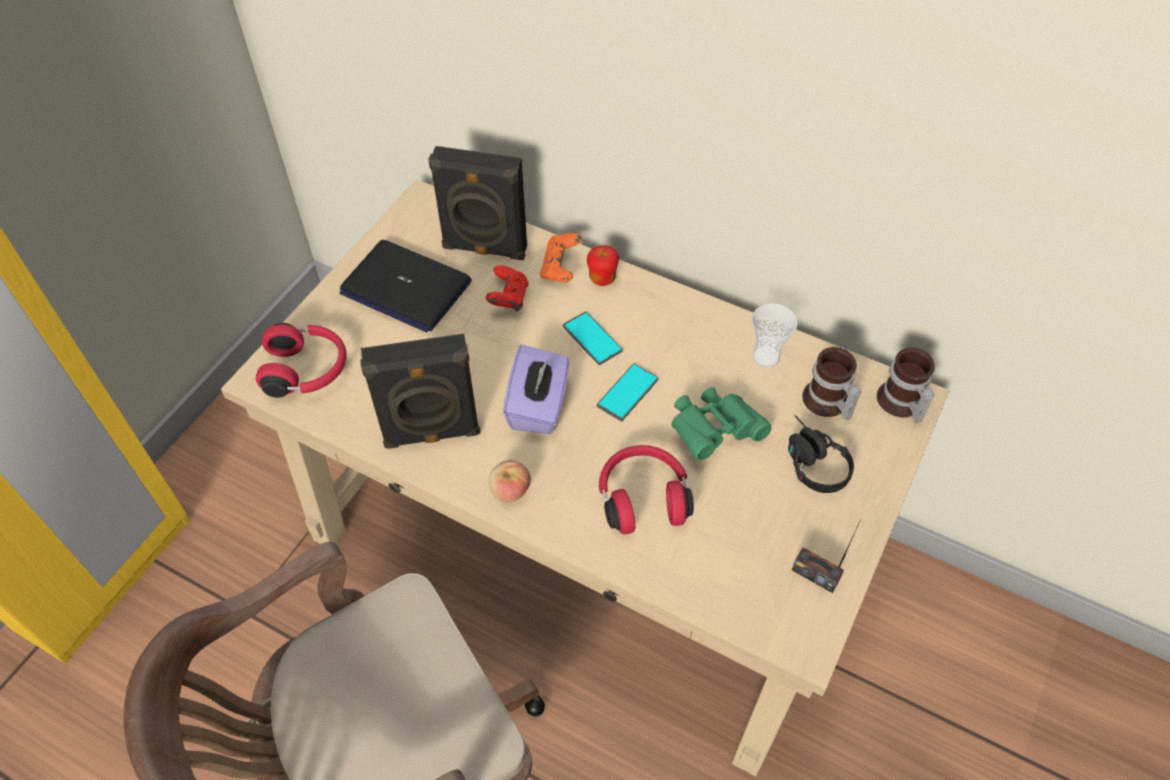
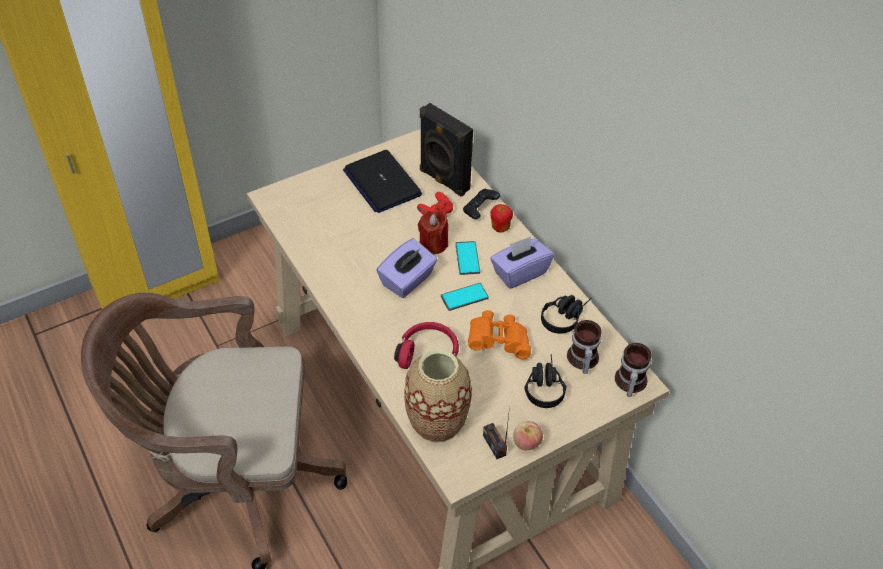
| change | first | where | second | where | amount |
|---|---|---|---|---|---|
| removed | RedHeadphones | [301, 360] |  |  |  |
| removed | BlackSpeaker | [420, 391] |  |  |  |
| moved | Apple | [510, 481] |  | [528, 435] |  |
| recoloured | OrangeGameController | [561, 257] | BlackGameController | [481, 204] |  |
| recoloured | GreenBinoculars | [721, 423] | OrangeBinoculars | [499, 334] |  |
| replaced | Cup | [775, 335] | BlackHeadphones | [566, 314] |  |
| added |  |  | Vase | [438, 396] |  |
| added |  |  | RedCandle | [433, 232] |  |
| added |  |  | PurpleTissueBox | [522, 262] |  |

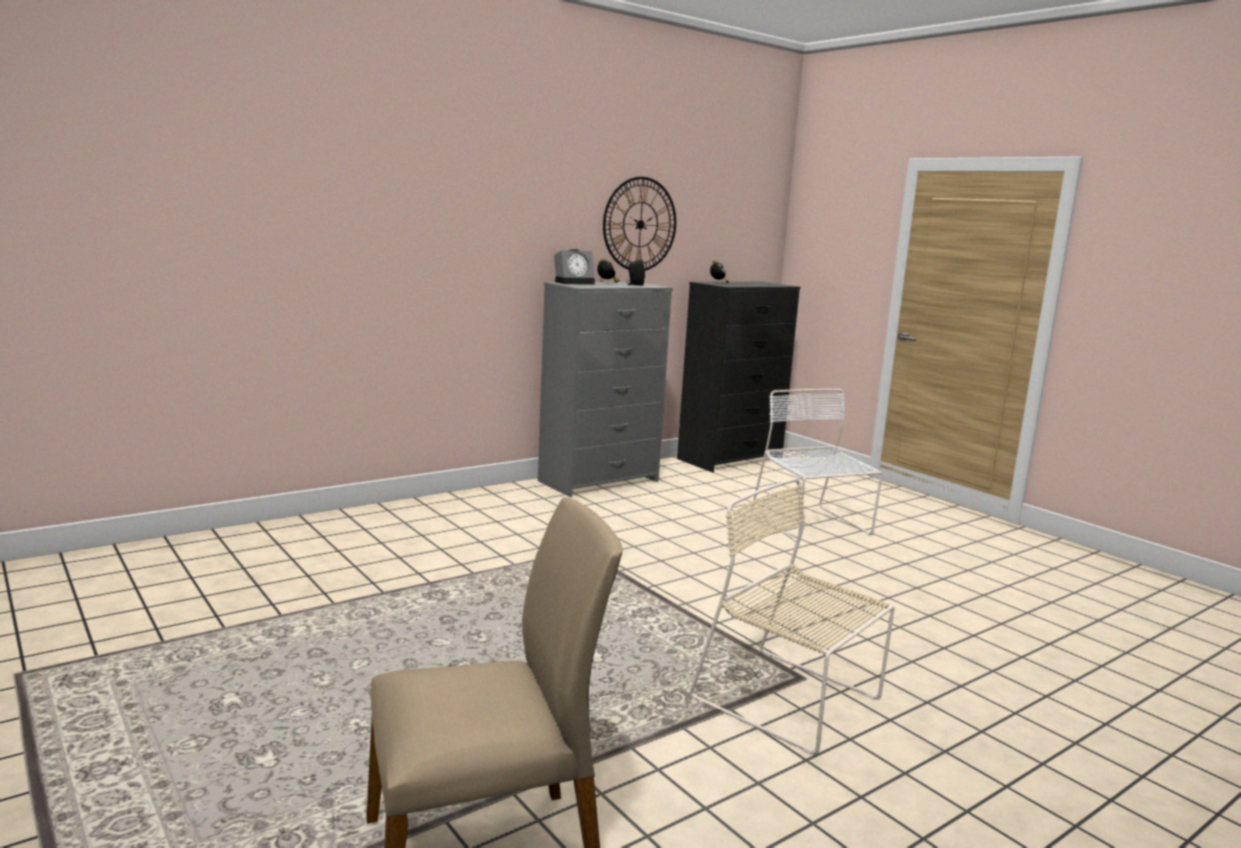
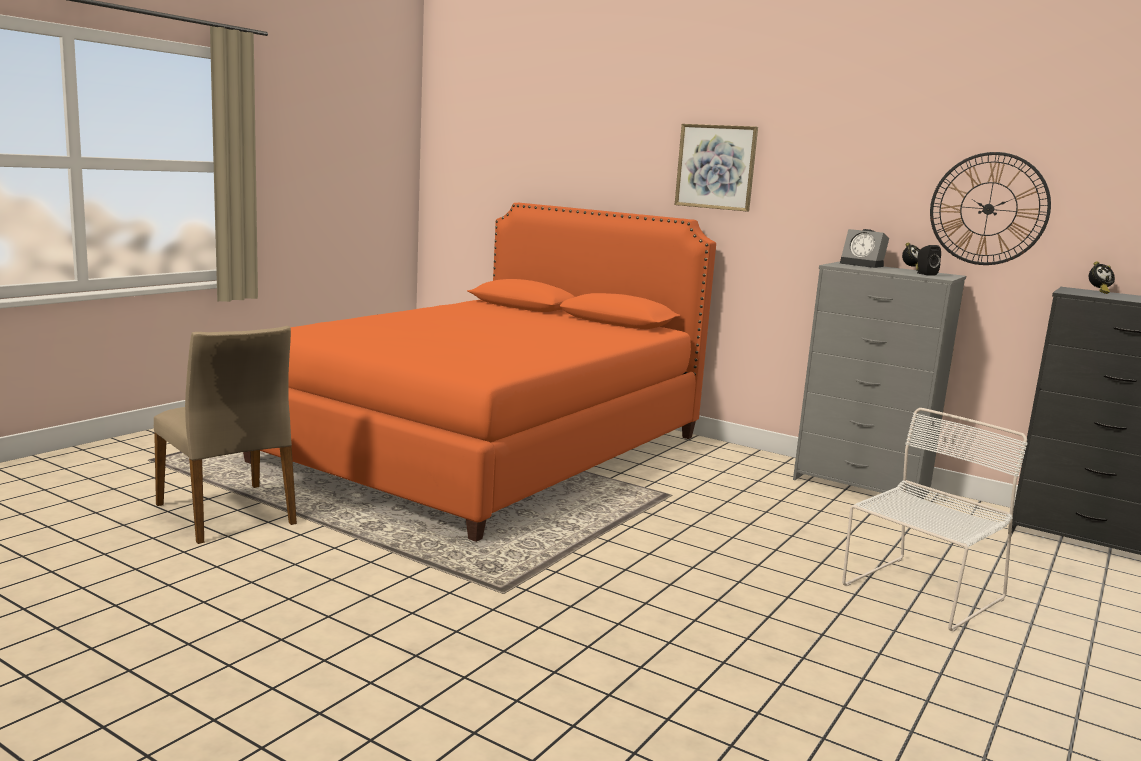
| change | first | where | second | where | amount |
|---|---|---|---|---|---|
| removed | BeigeChair | [792, 616] |  |  |  |
| added |  |  | OrangeBed | [479, 372] |  |
| added |  |  | Picture | [716, 168] |  |

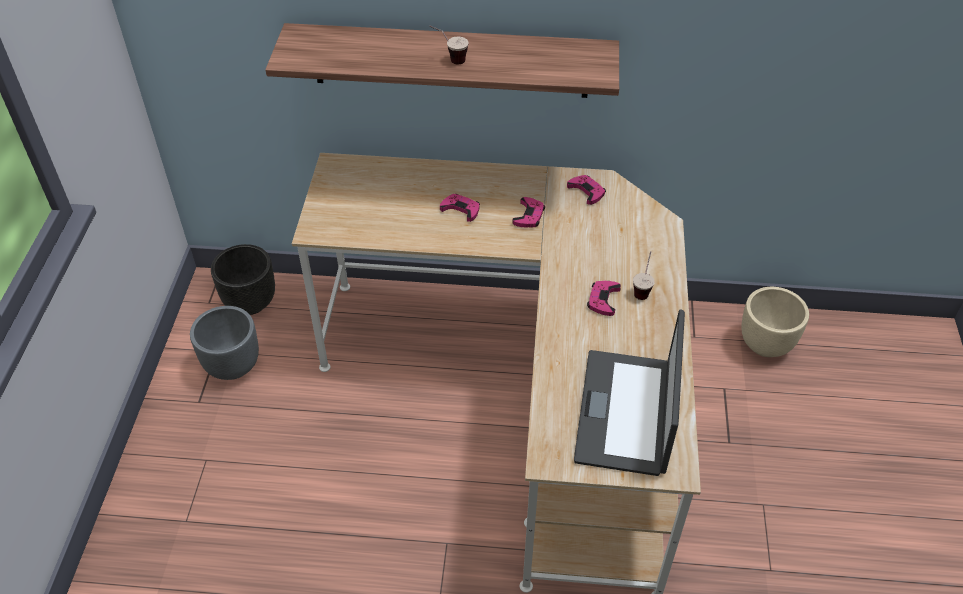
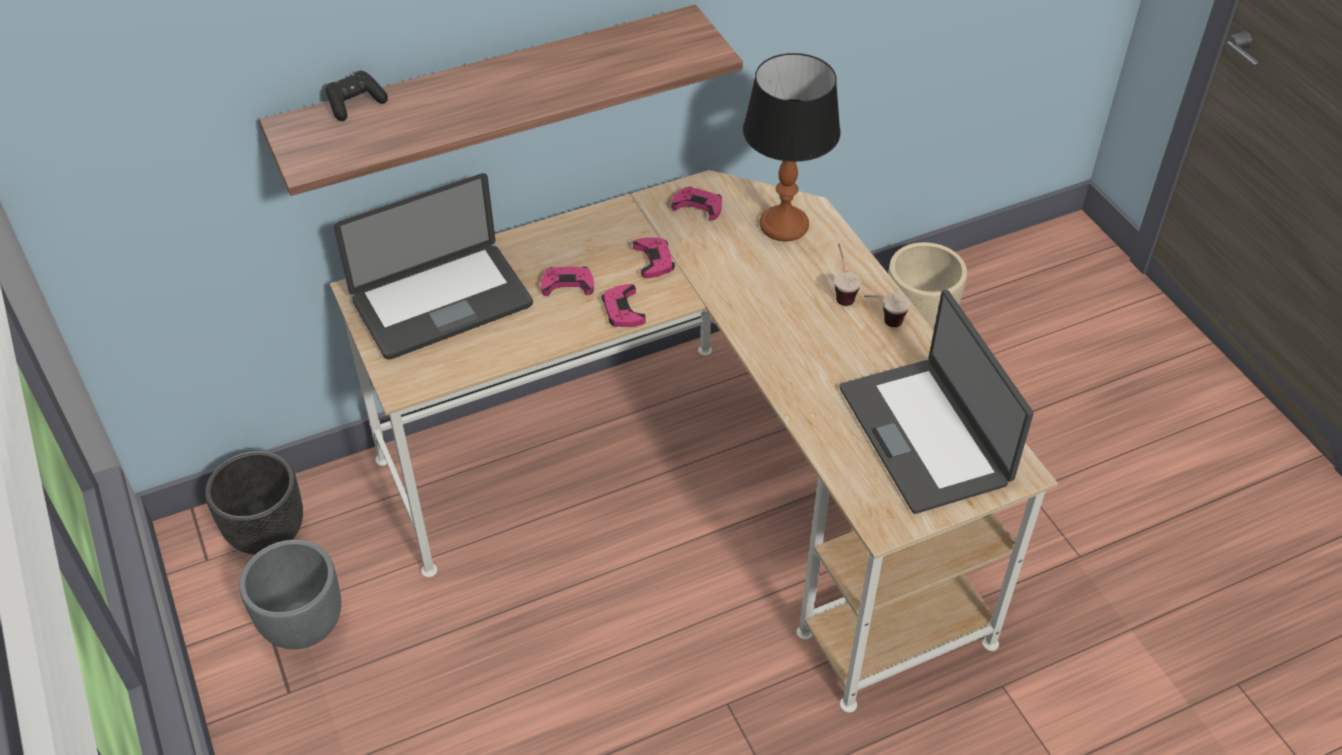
| change | first | where | second | where | amount |
|---|---|---|---|---|---|
| moved | Cup | [449, 45] |  | [887, 310] |  |
| moved | PinkGameController | [604, 298] |  | [623, 305] |  |
| added |  |  | BlackGameController | [357, 96] |  |
| added |  |  | Laptop | [433, 266] |  |
| added |  |  | TableLamp | [792, 147] |  |

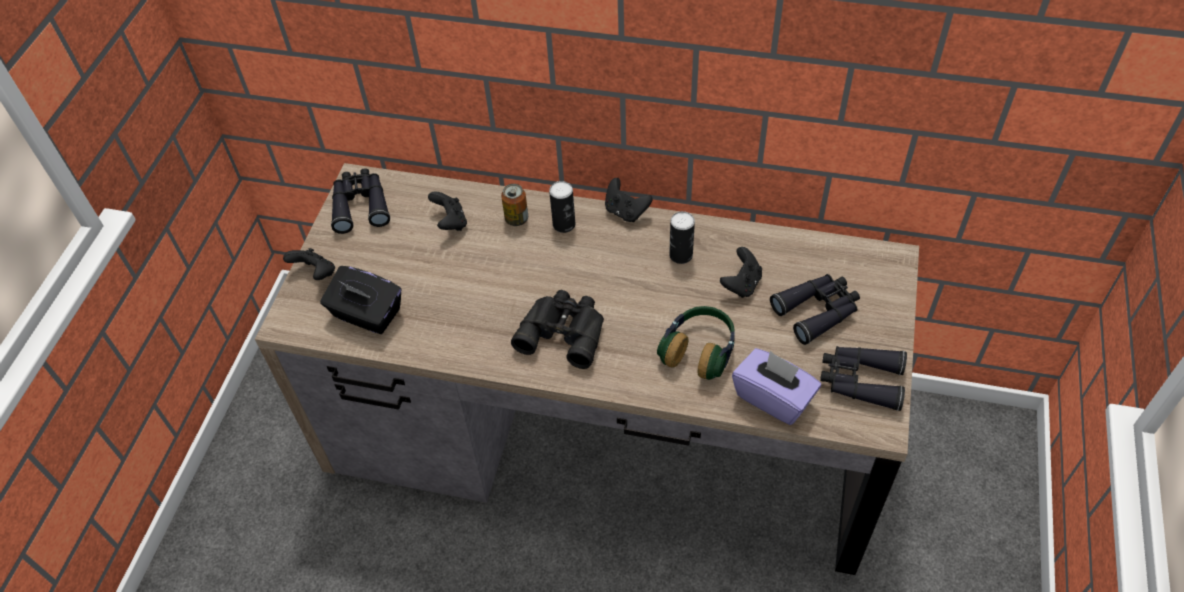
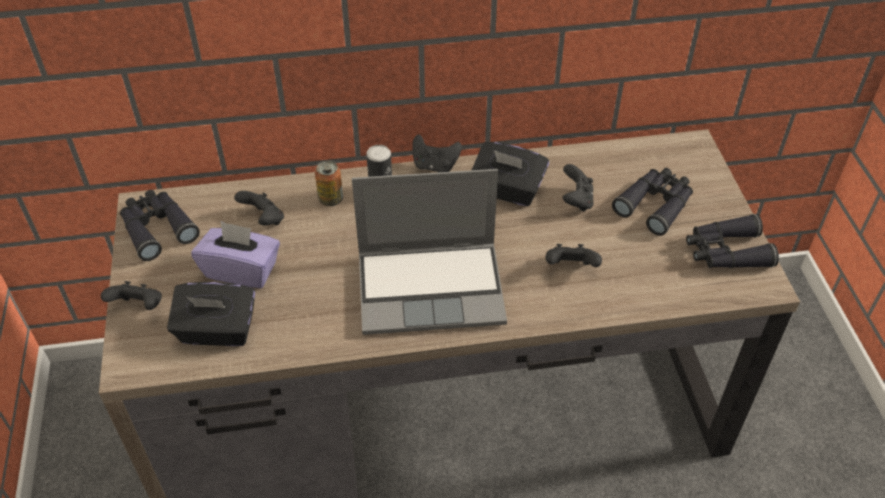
| change | first | where | second | where | amount |
|---|---|---|---|---|---|
| replaced | BlackBinoculars | [557, 329] | Laptop | [429, 252] |  |
| replaced | Headphones | [696, 343] | BlackGameController | [574, 255] |  |
| replaced | Can | [682, 237] | BlackTissueBox | [510, 174] |  |
| moved | PurpleTissueBox | [776, 386] |  | [235, 254] |  |

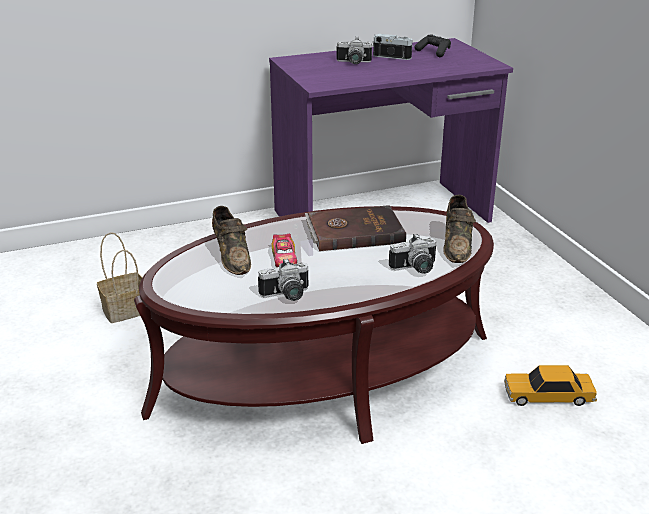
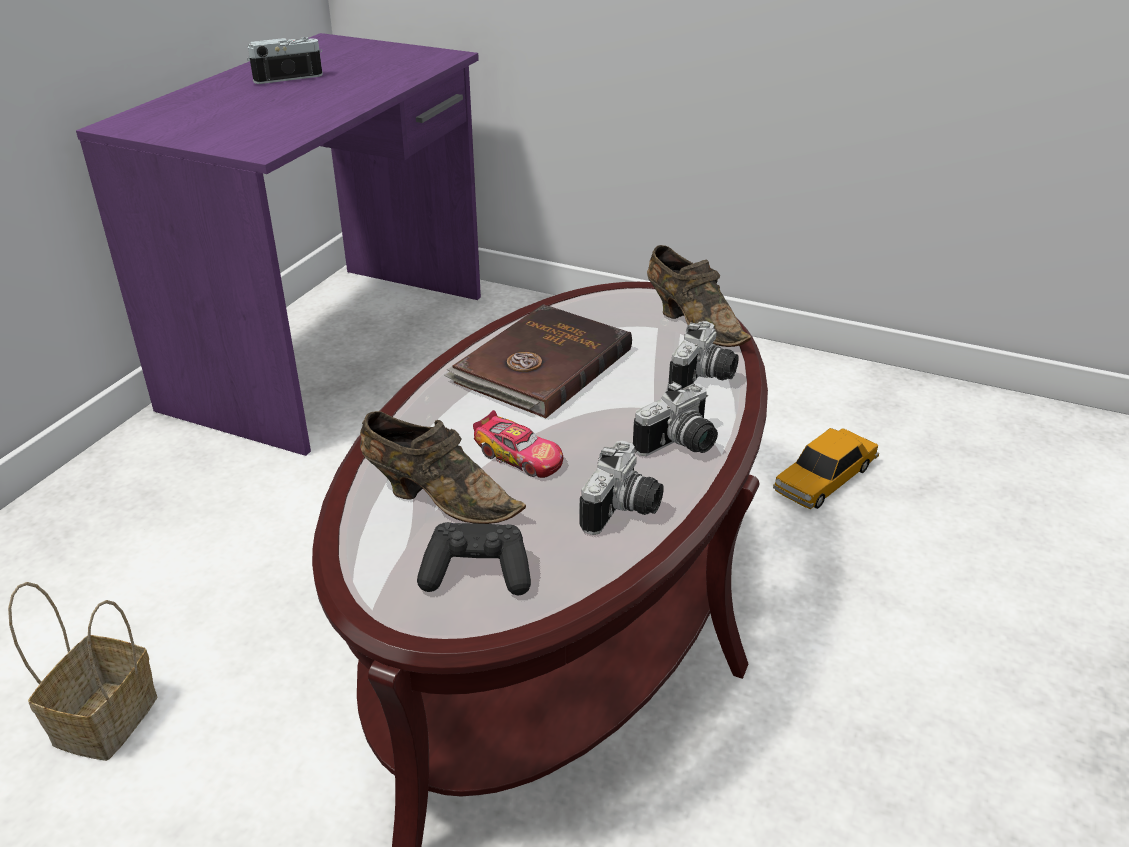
| change | first | where | second | where | amount |
|---|---|---|---|---|---|
| moved | PhotoCamera | [354, 50] |  | [675, 419] |  |
| moved | BlackGameController | [433, 45] |  | [474, 558] |  |

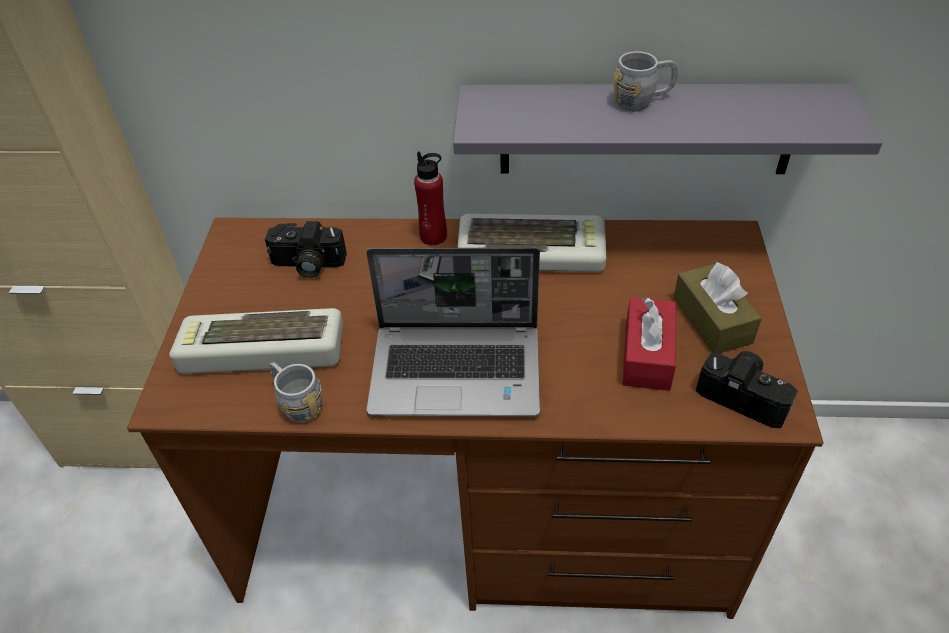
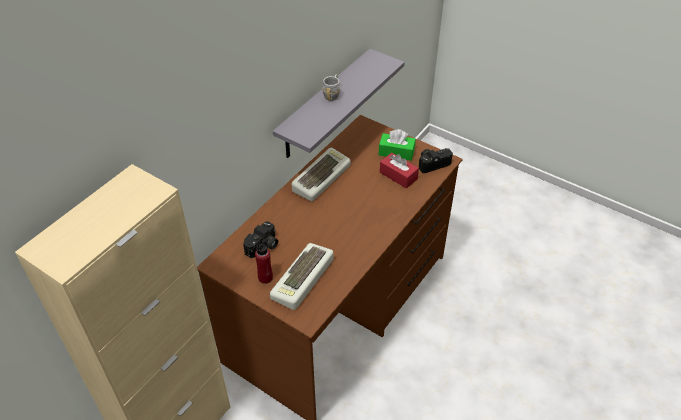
| change | first | where | second | where | amount |
|---|---|---|---|---|---|
| removed | GreyMug | [295, 392] |  |  |  |
| removed | Laptop | [453, 332] |  |  |  |
| moved | RedBottle | [430, 198] |  | [264, 261] |  |
| recoloured | BrownTissueBox | [717, 307] | GreenTissueBox | [397, 145] |  |

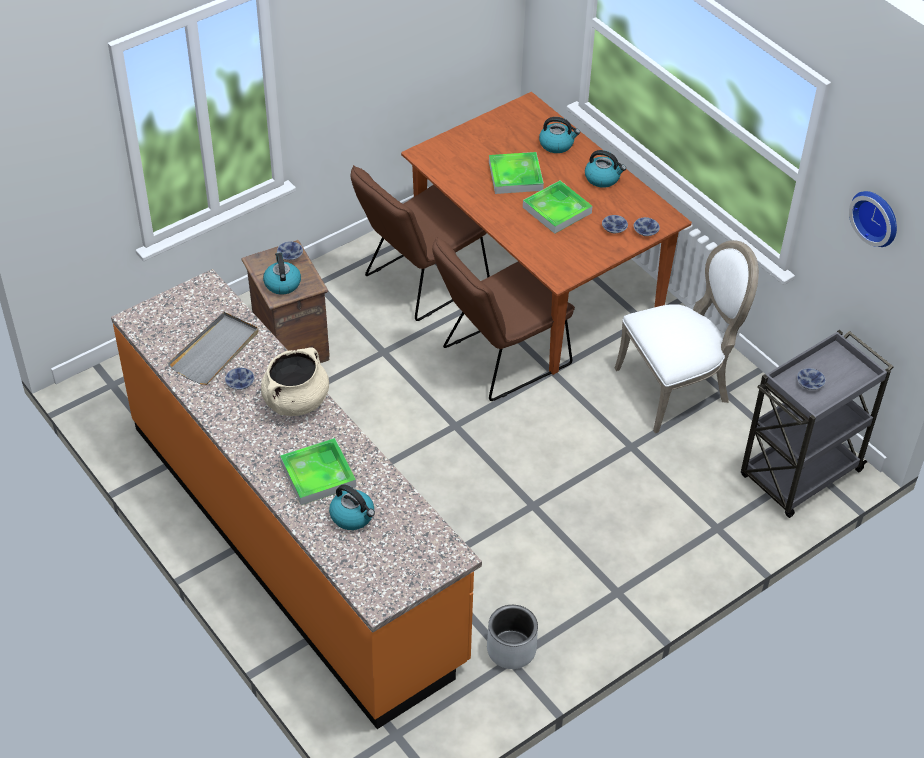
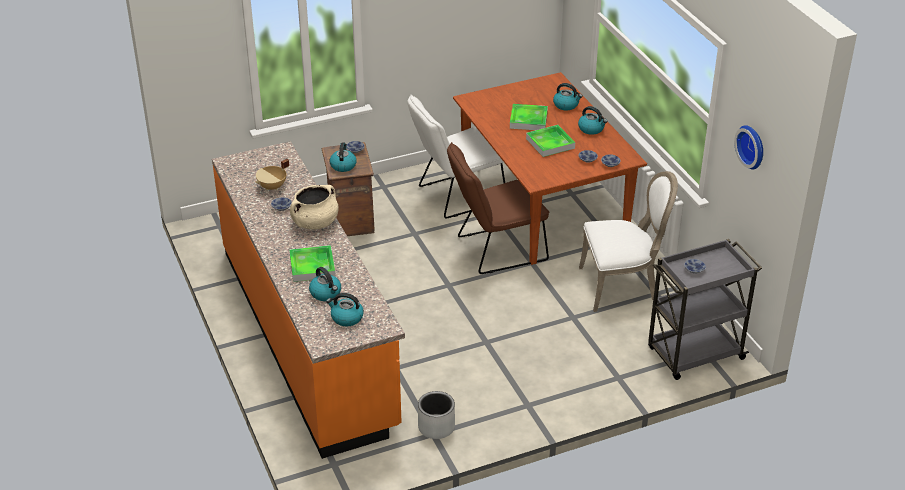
| change | first | where | second | where | amount |
|---|---|---|---|---|---|
| replaced | GreyTray | [213, 348] | BeigeCookingPot | [272, 174] |  |
| recoloured | BrownChair | [420, 243] | WhiteChair | [456, 156] |  |
| added |  |  | Kettle | [345, 309] |  |

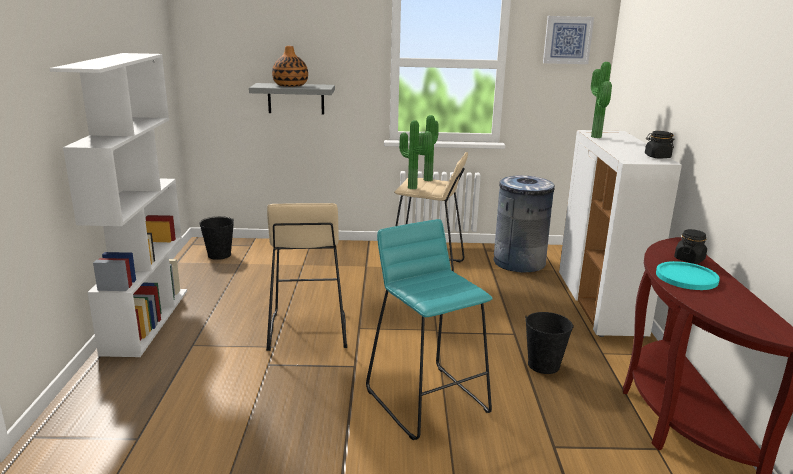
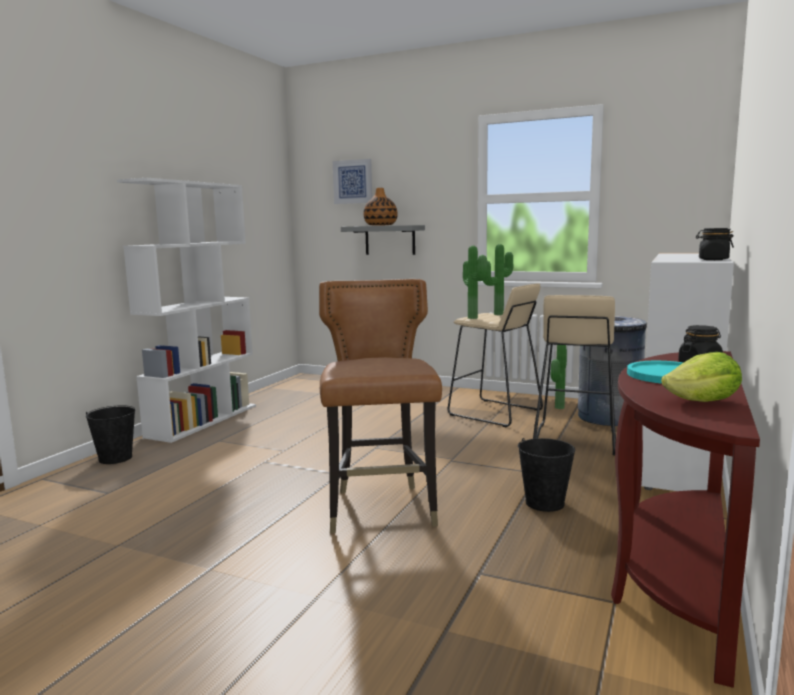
| change | first | where | second | where | amount |
|---|---|---|---|---|---|
| moved | BlackBucket | [216, 238] |  | [110, 434] |  |
| moved | BeigeStool | [306, 277] |  | [574, 375] |  |
| replaced | TurquoiseStool | [429, 329] | BrownChair | [380, 406] |  |
| moved | Picture | [568, 40] |  | [352, 181] |  |
| moved | PottedPlant | [601, 100] |  | [559, 377] |  |
| added |  |  | Lettuce | [701, 377] |  |

